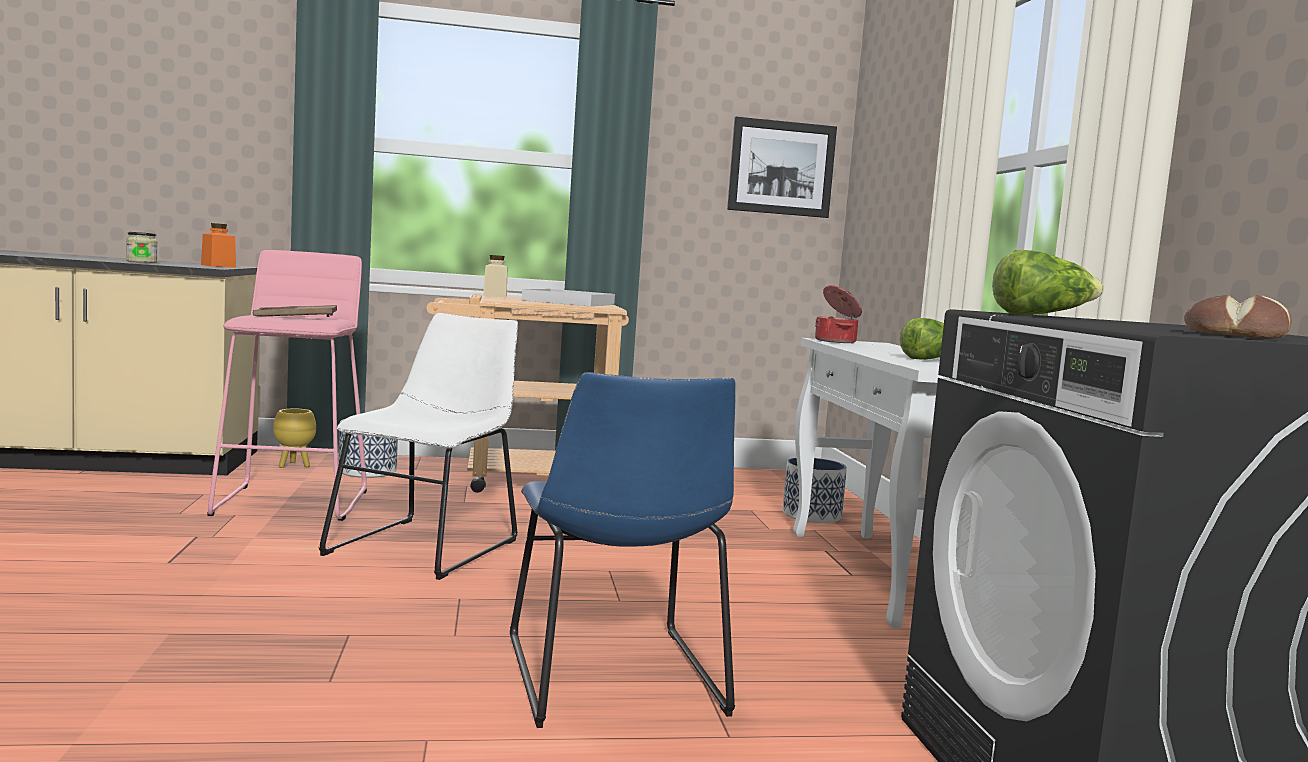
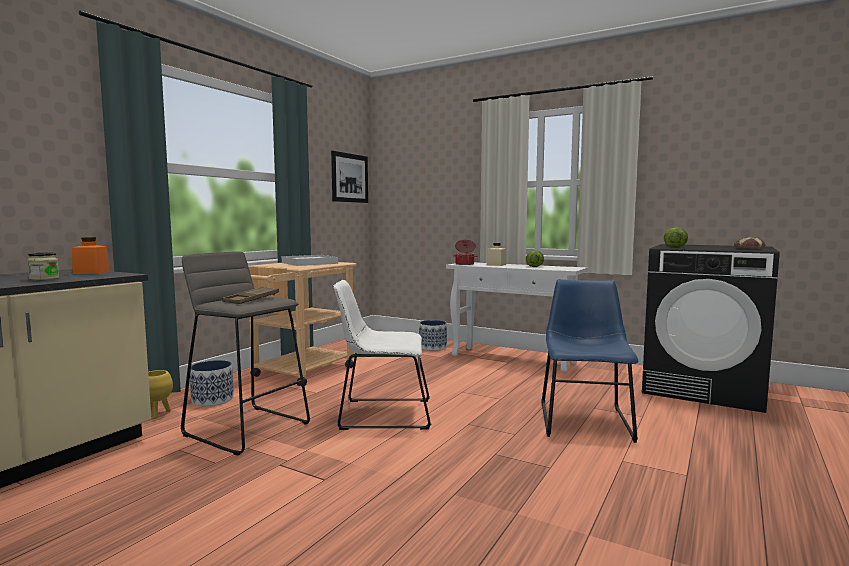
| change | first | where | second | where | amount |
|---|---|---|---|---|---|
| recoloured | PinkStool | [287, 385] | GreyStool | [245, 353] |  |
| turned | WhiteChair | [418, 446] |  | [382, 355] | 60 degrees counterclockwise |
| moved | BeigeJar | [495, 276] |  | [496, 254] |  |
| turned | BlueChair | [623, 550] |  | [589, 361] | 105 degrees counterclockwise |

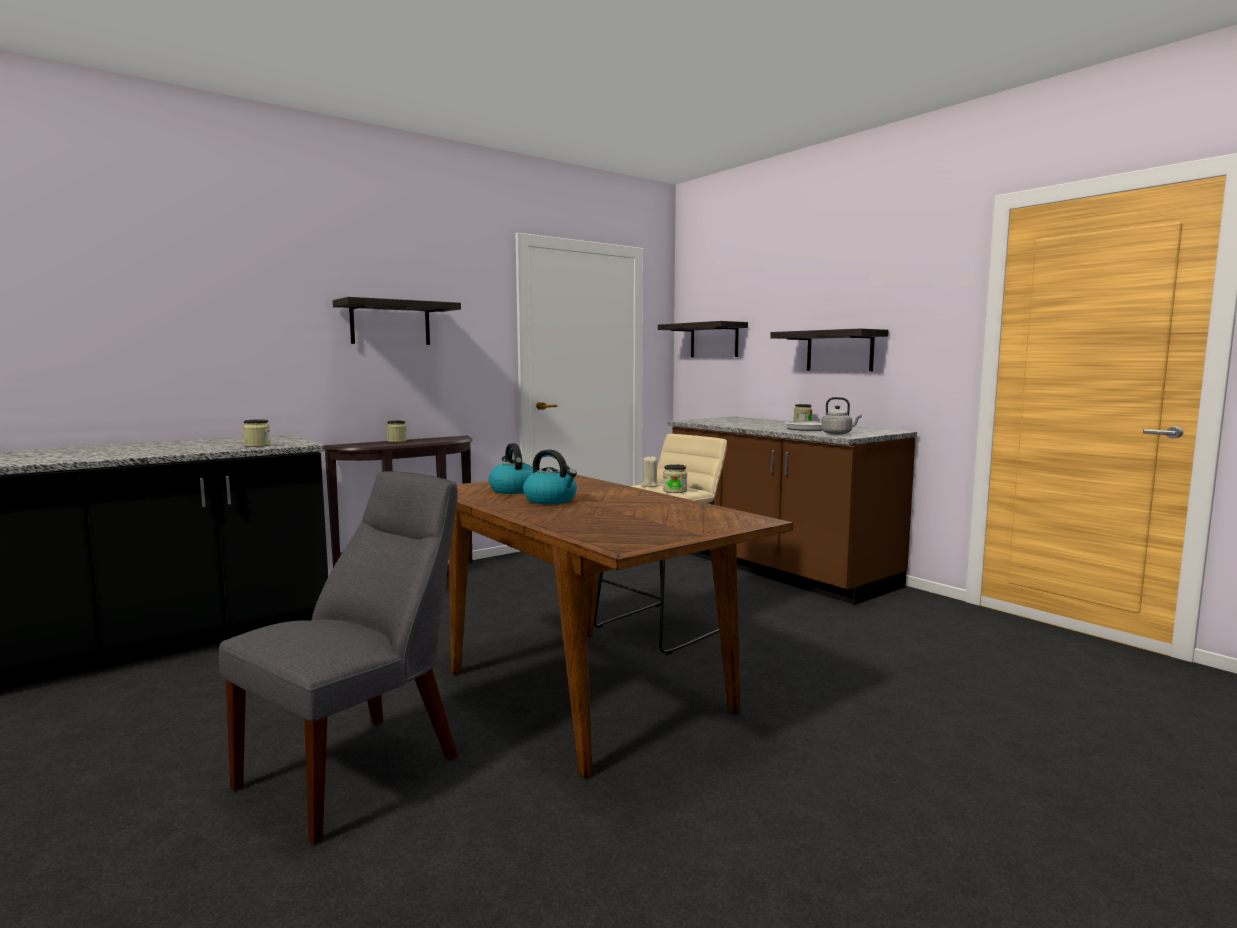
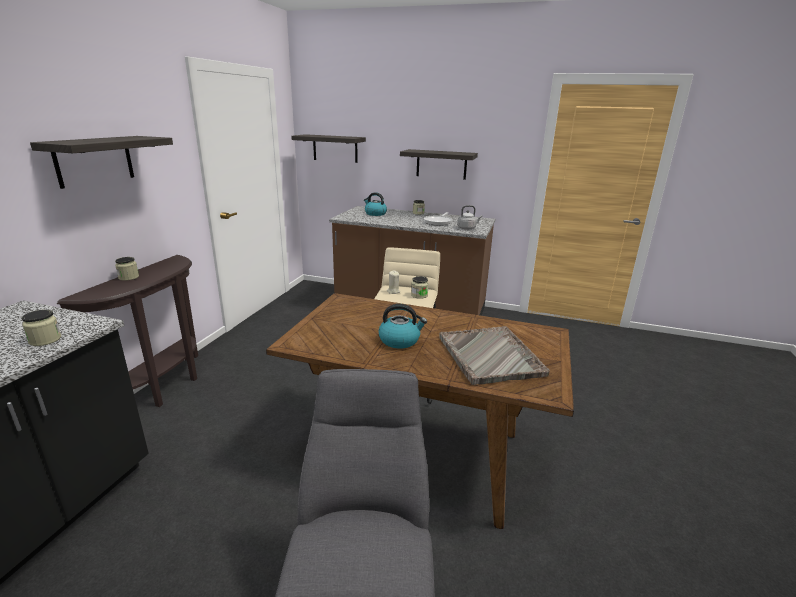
| change | first | where | second | where | amount |
|---|---|---|---|---|---|
| moved | Kettle | [511, 468] |  | [375, 204] |  |
| added |  |  | GreyTray | [494, 355] |  |

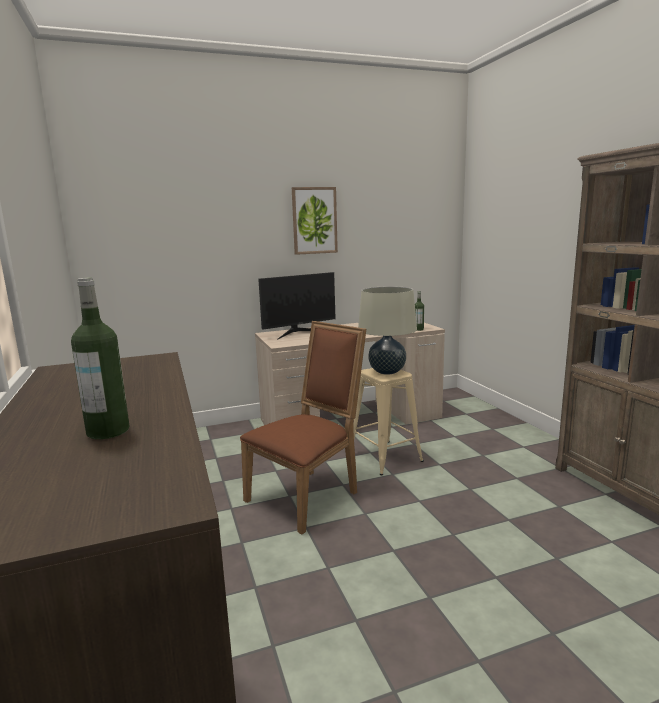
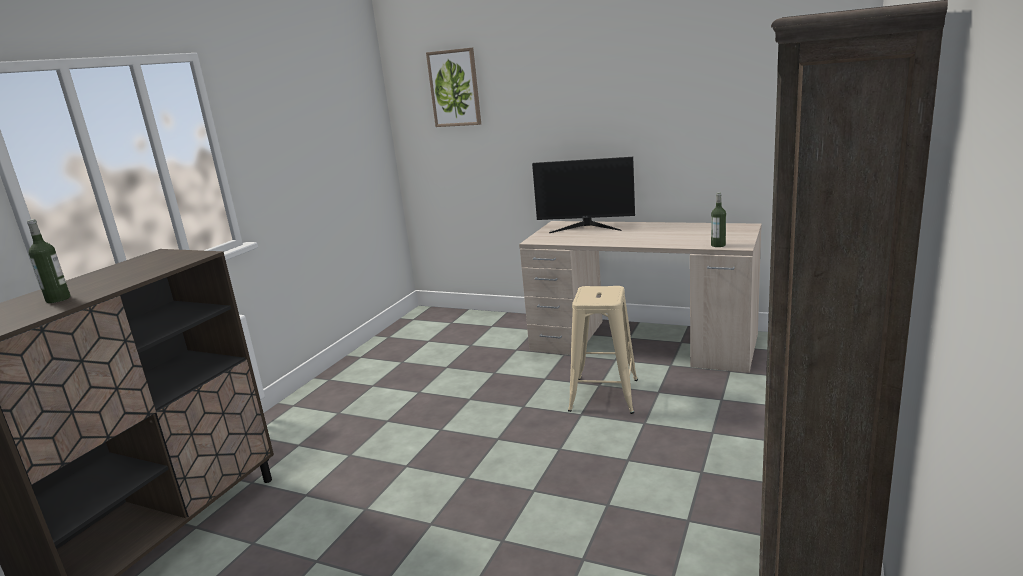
| change | first | where | second | where | amount |
|---|---|---|---|---|---|
| removed | BrownChair | [303, 427] |  |  |  |
| moved | Picture | [315, 221] |  | [453, 87] |  |
| removed | BeigeTableLamp | [387, 330] |  |  |  |

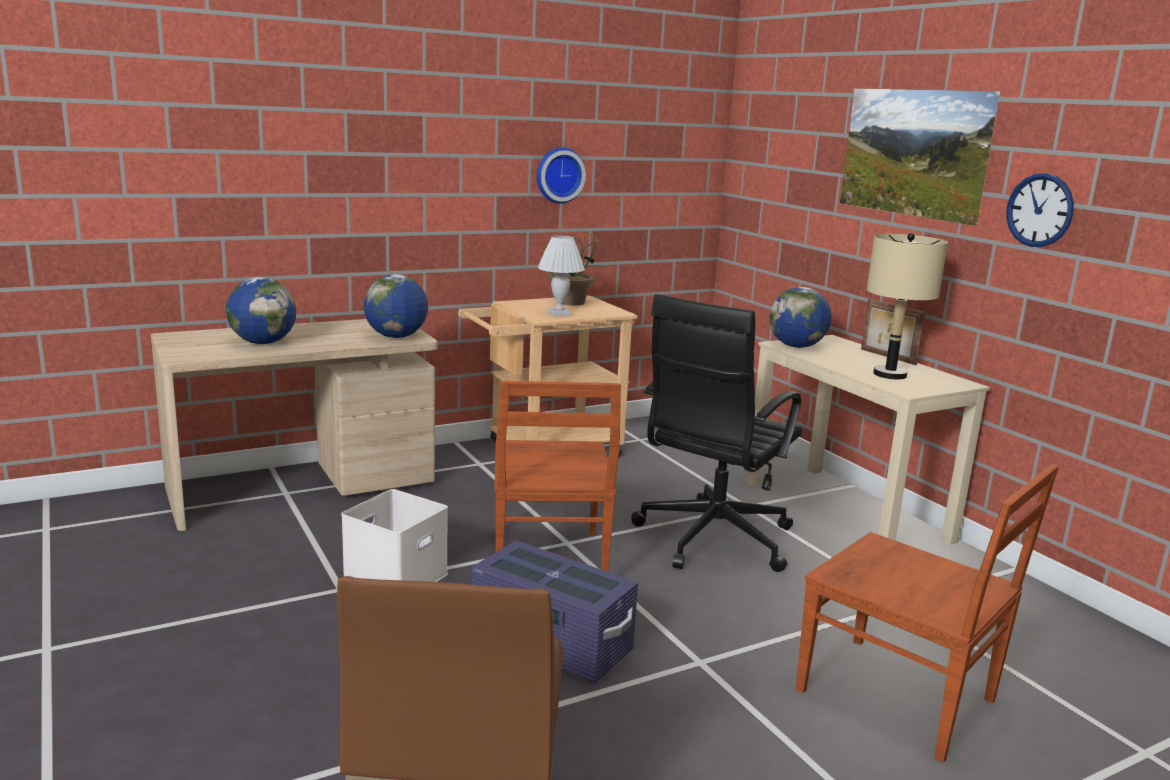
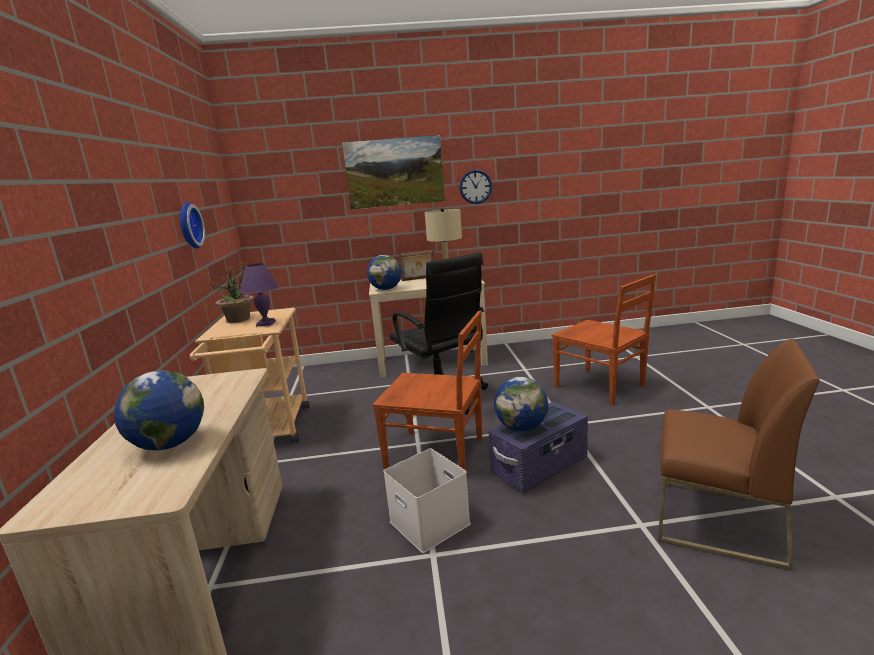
| change | first | where | second | where | amount |
|---|---|---|---|---|---|
| moved | Globe | [396, 306] |  | [521, 404] |  |
| recoloured | WhiteTableLamp | [561, 275] | PurpleTableLamp | [259, 294] |  |
| turned | BrownChair | [927, 613] |  | [604, 340] | 75 degrees clockwise |

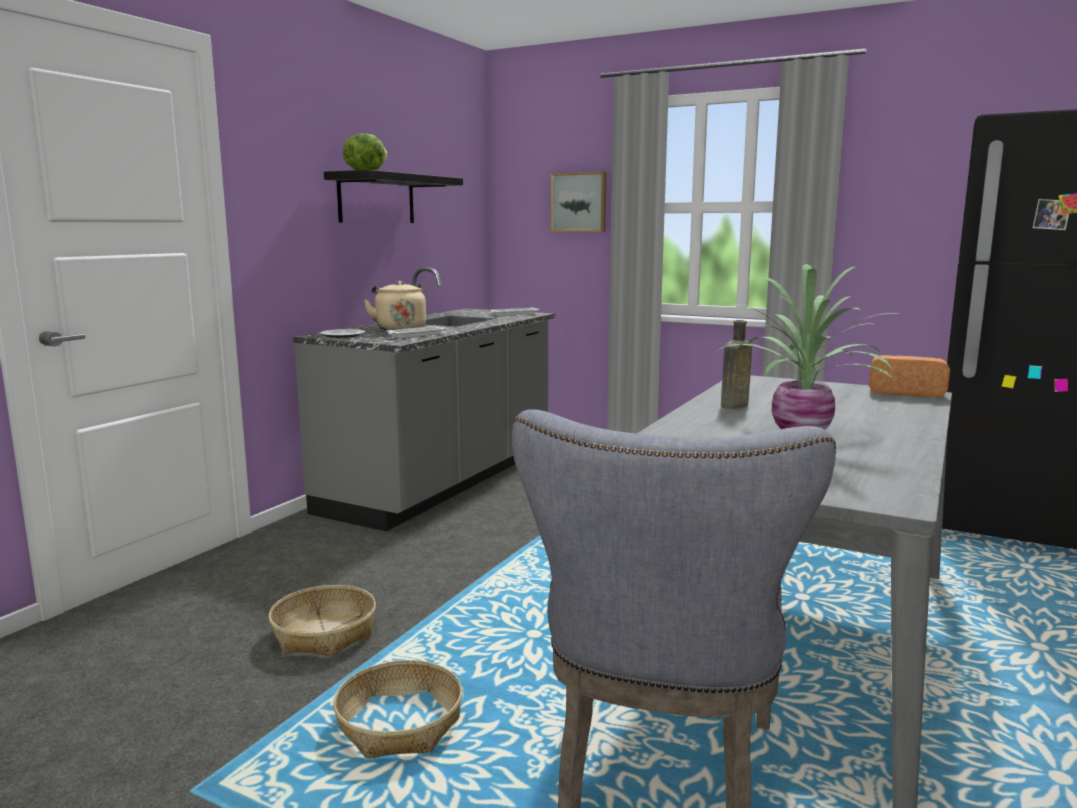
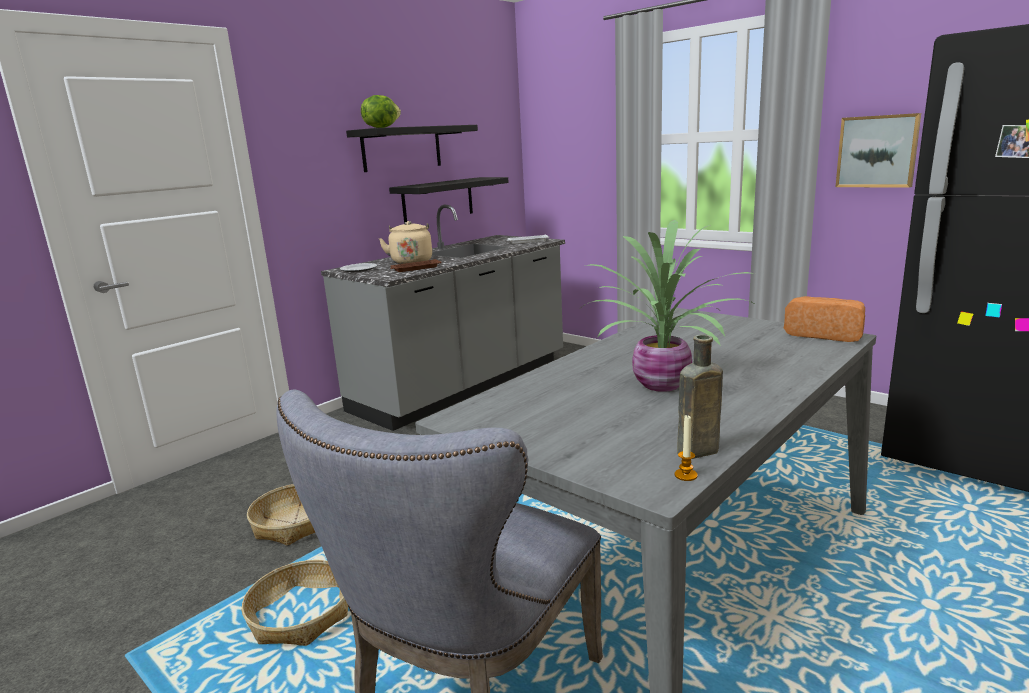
| change | first | where | second | where | amount |
|---|---|---|---|---|---|
| recoloured | WhiteTray | [416, 331] | BrownTray | [416, 265] |  |
| moved | Picture | [578, 202] |  | [878, 150] |  |
| moved | BrownBottle | [736, 364] |  | [700, 397] |  |
| added |  |  | BlackShelf | [449, 200] |  |
| added |  |  | Candle | [686, 448] |  |

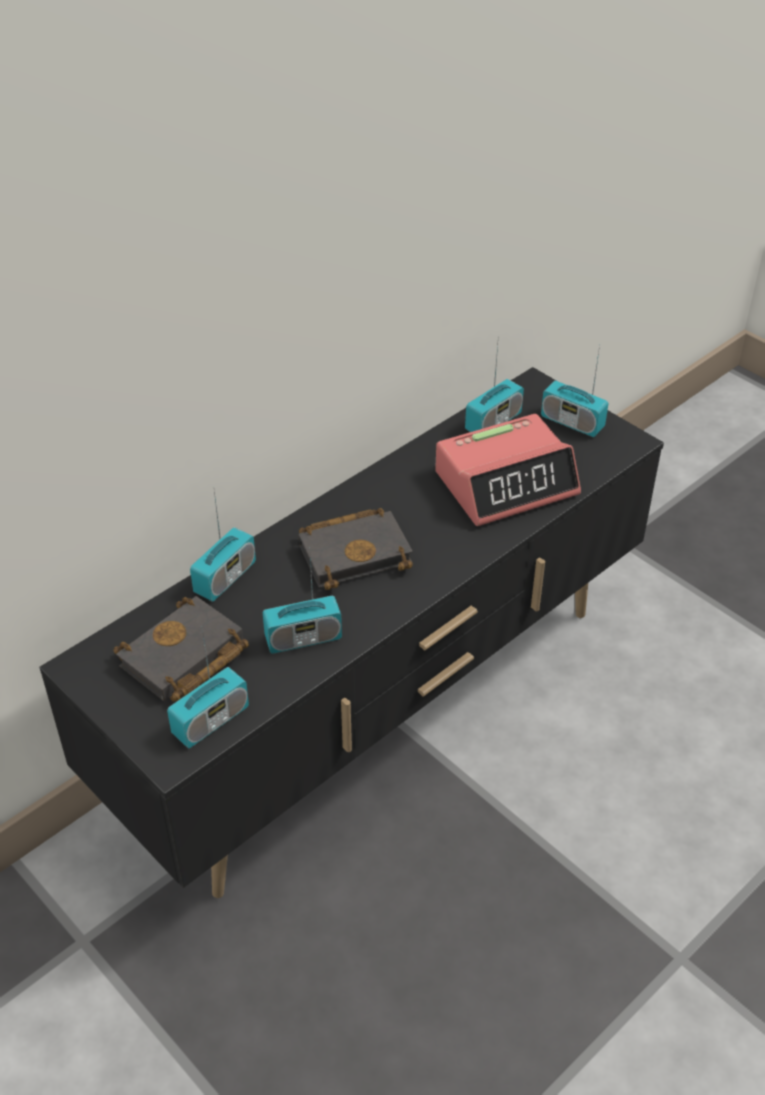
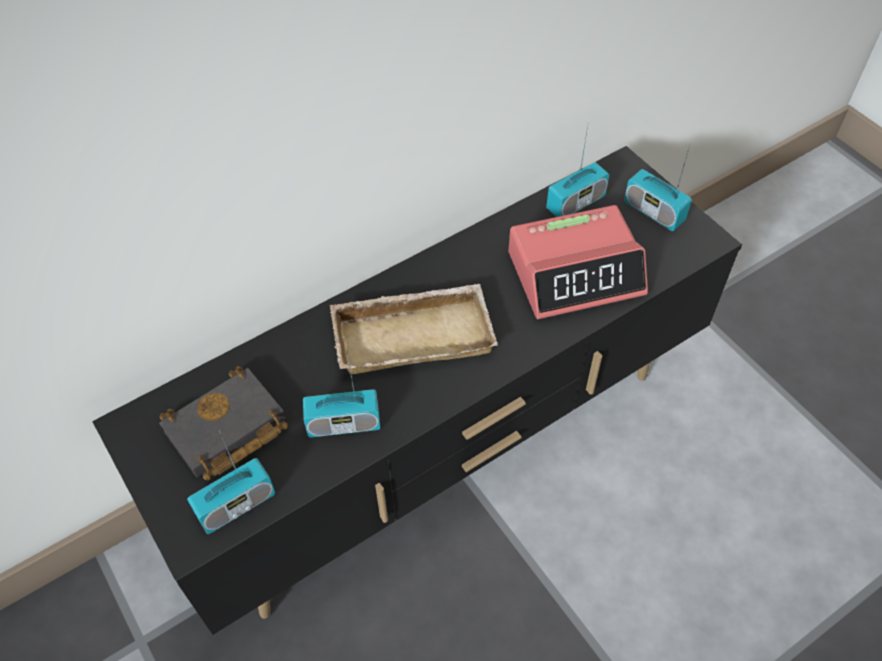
| change | first | where | second | where | amount |
|---|---|---|---|---|---|
| removed | Radio | [223, 546] |  |  |  |
| replaced | BlackBook | [356, 549] | BeigeTray | [414, 328] |  |

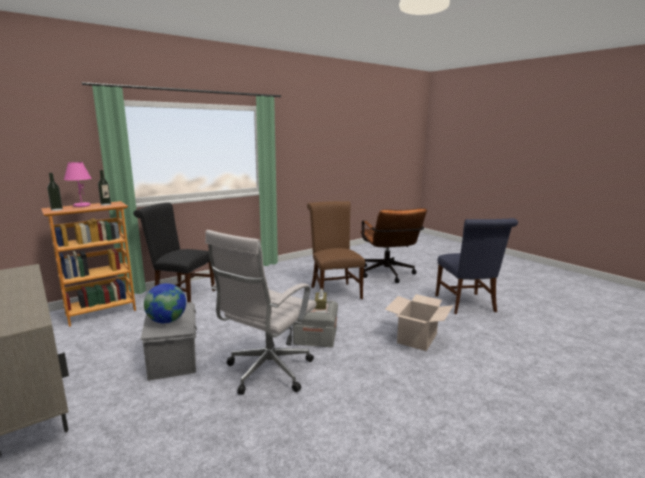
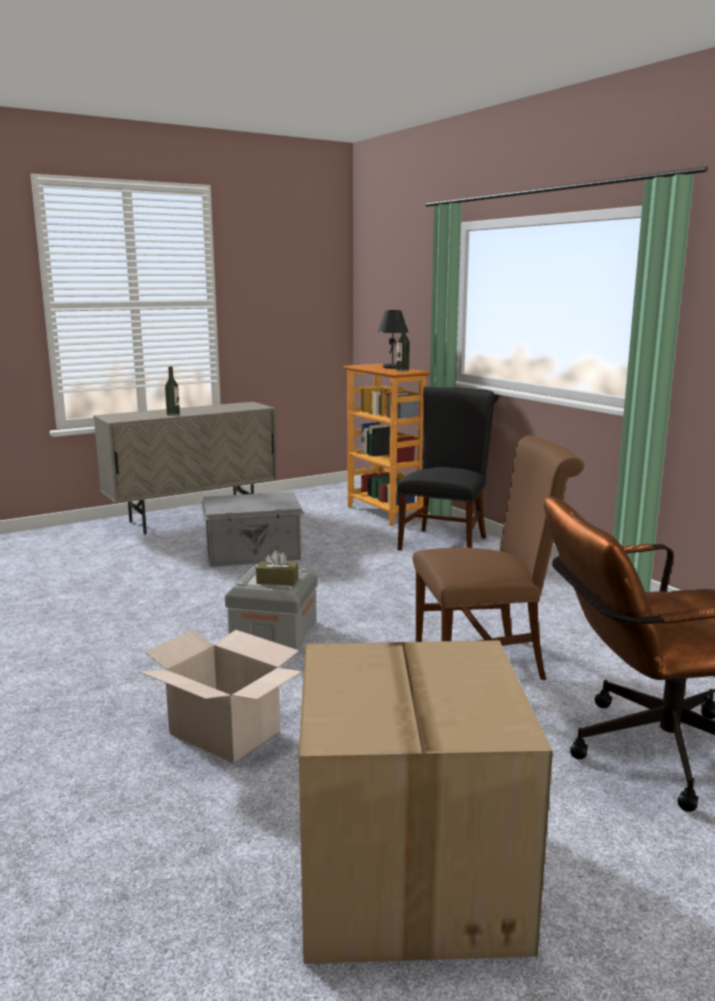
| change | first | where | second | where | amount |
|---|---|---|---|---|---|
| moved | Bottle | [55, 192] |  | [172, 391] |  |
| recoloured | PinkTableLamp | [78, 184] | BlackTableLamp | [392, 339] |  |
| removed | Globe | [165, 303] |  |  |  |
| removed | WhiteOfficeChair | [261, 312] |  |  |  |
| replaced | BlueChair | [476, 266] | CardboardBox | [426, 802] |  |

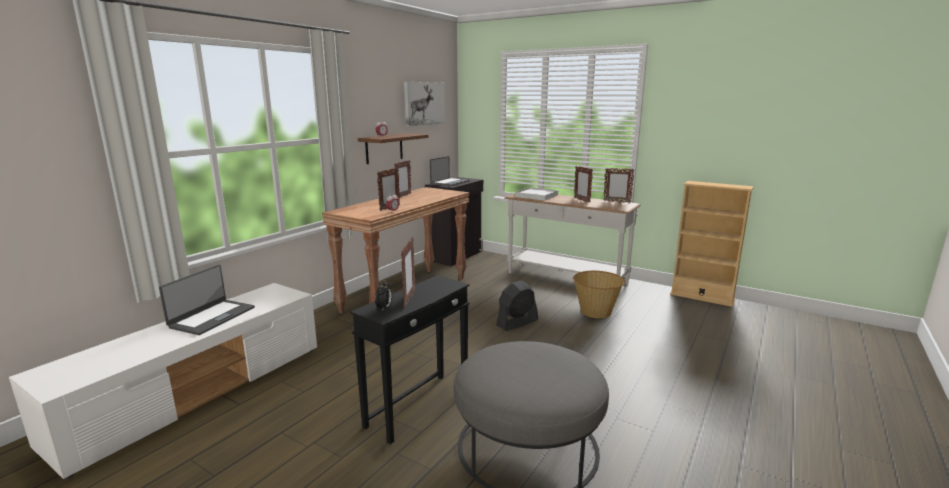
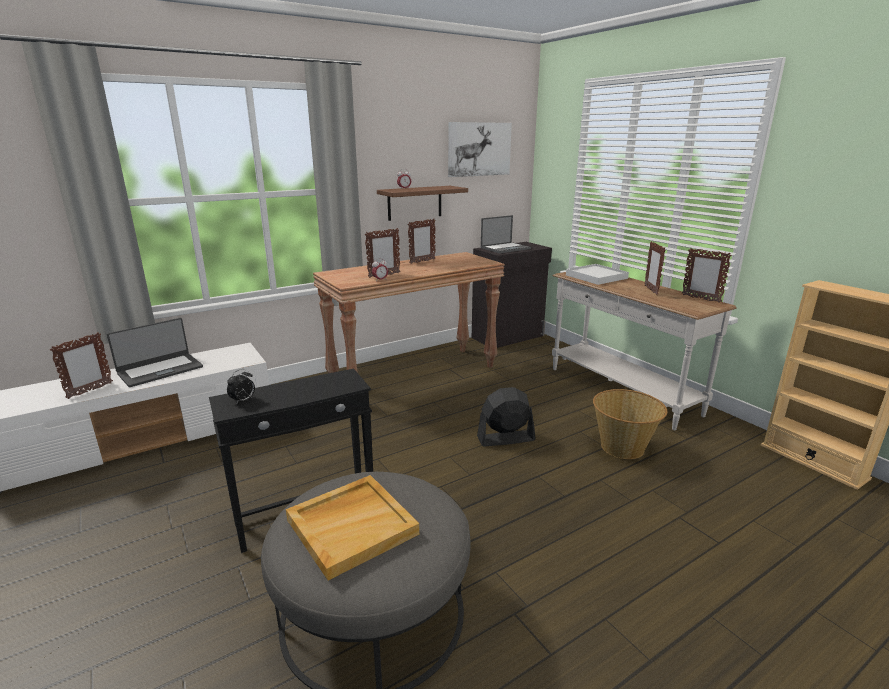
| change | first | where | second | where | amount |
|---|---|---|---|---|---|
| moved | PictureFrame | [408, 272] |  | [81, 365] |  |
| added |  |  | BeigeTray | [352, 527] |  |

